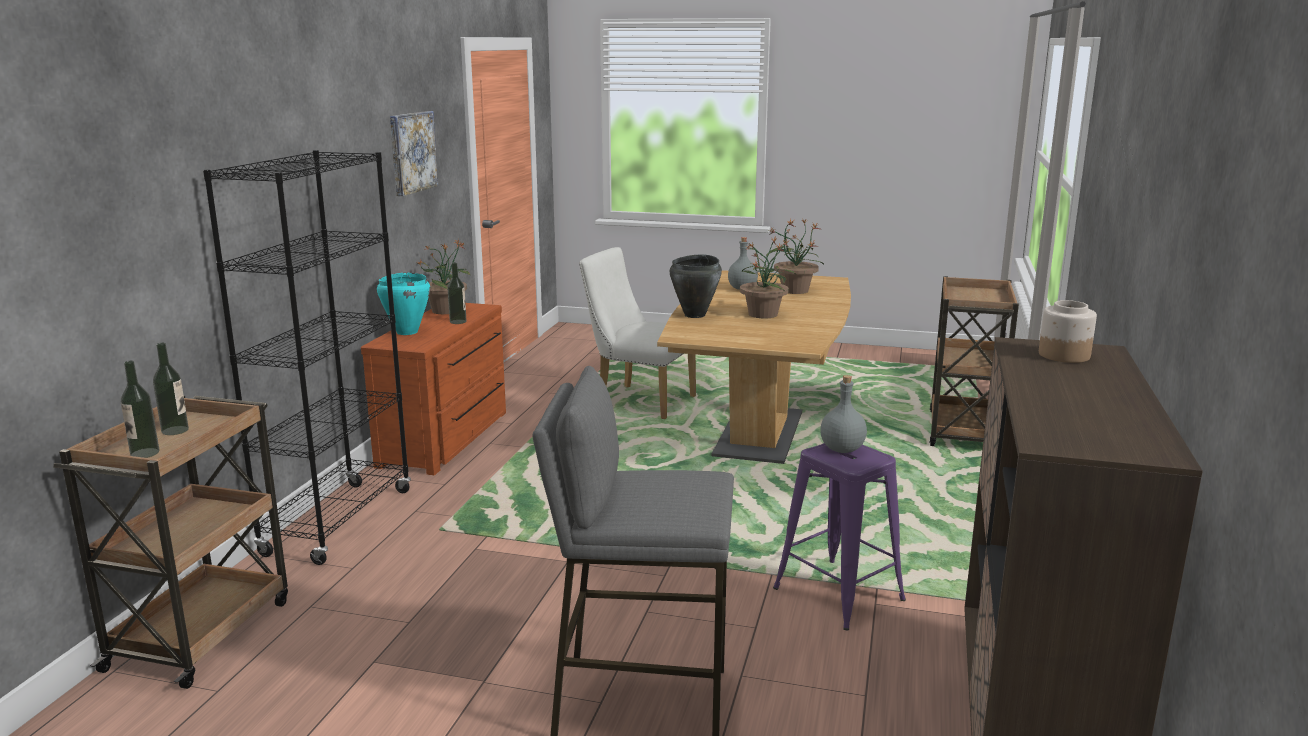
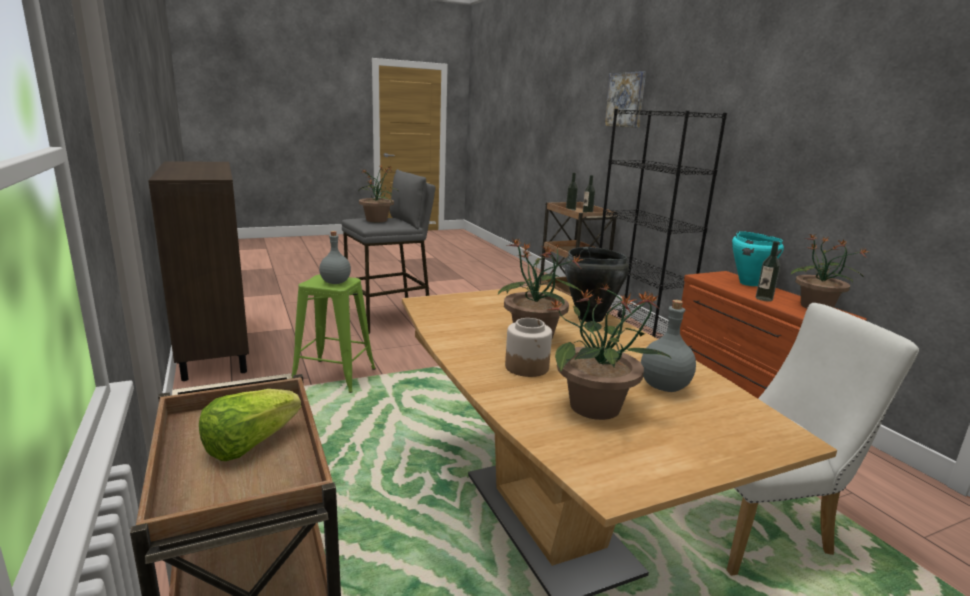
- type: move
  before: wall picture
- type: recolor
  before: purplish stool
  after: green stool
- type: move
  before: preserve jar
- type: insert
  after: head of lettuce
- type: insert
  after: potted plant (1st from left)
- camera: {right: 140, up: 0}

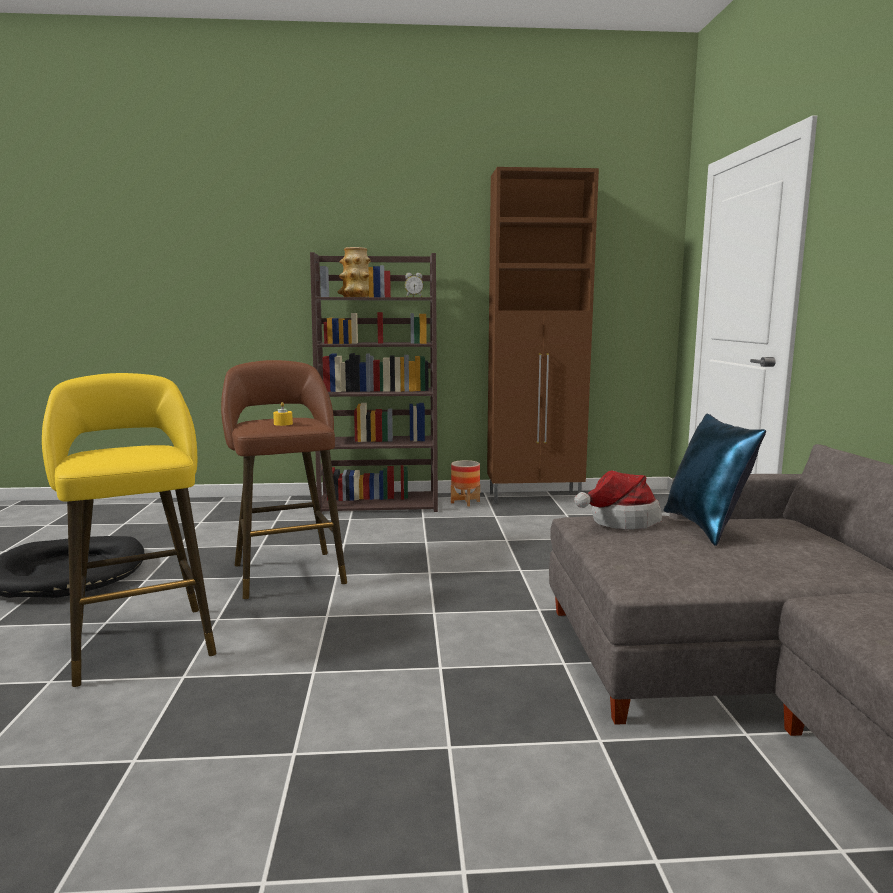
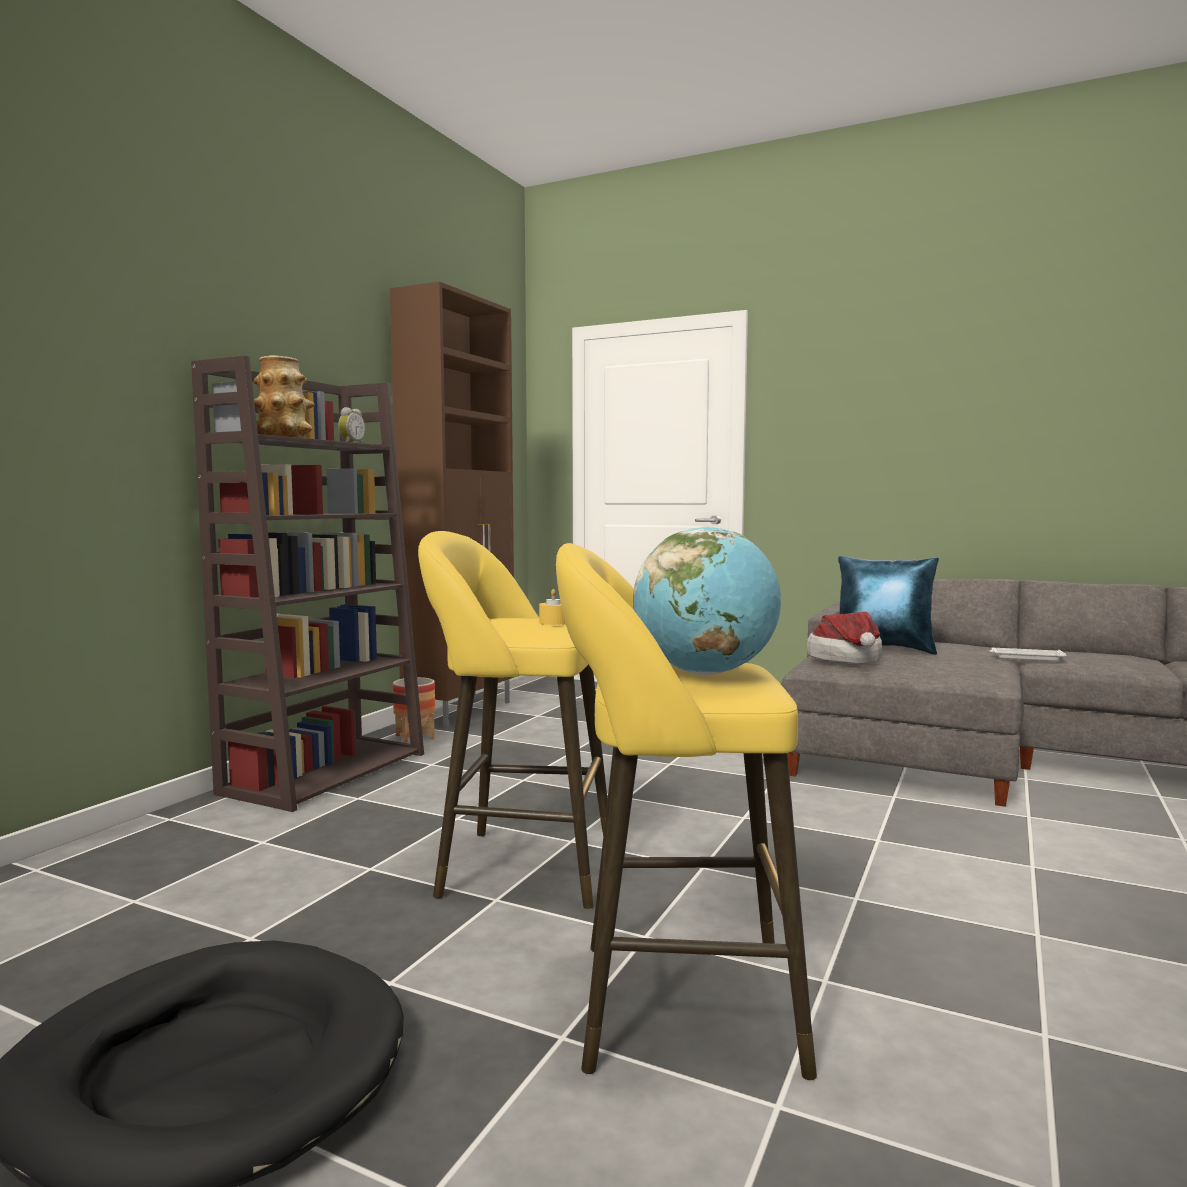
- type: recolor
  before: brown-coloured stool
  after: yellow stool (1st from left)
- type: insert
  after: world globe
- type: insert
  after: white-coloured tray
- camera: {right: -60, up: -5}

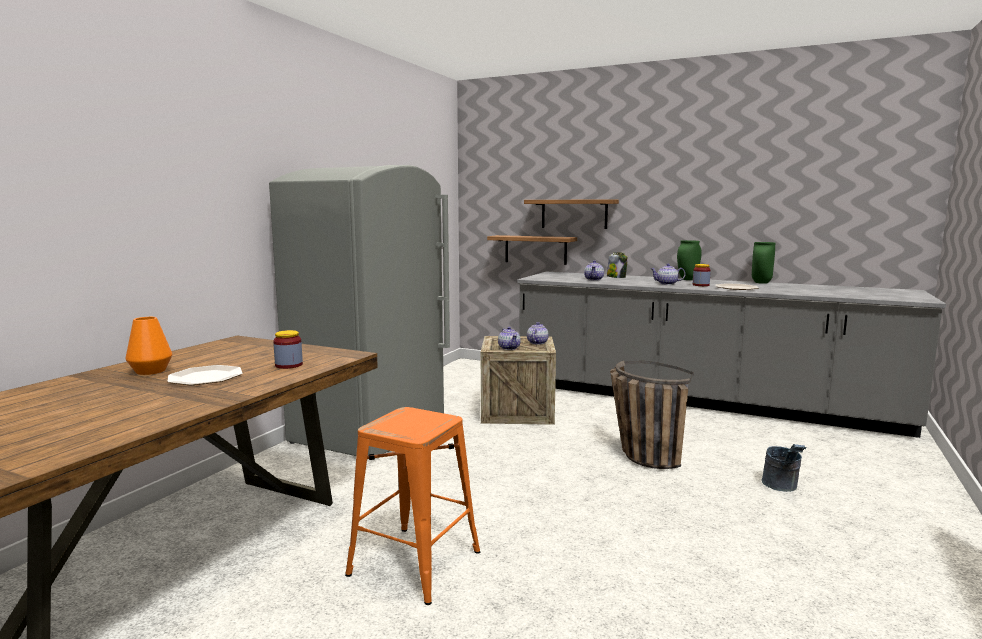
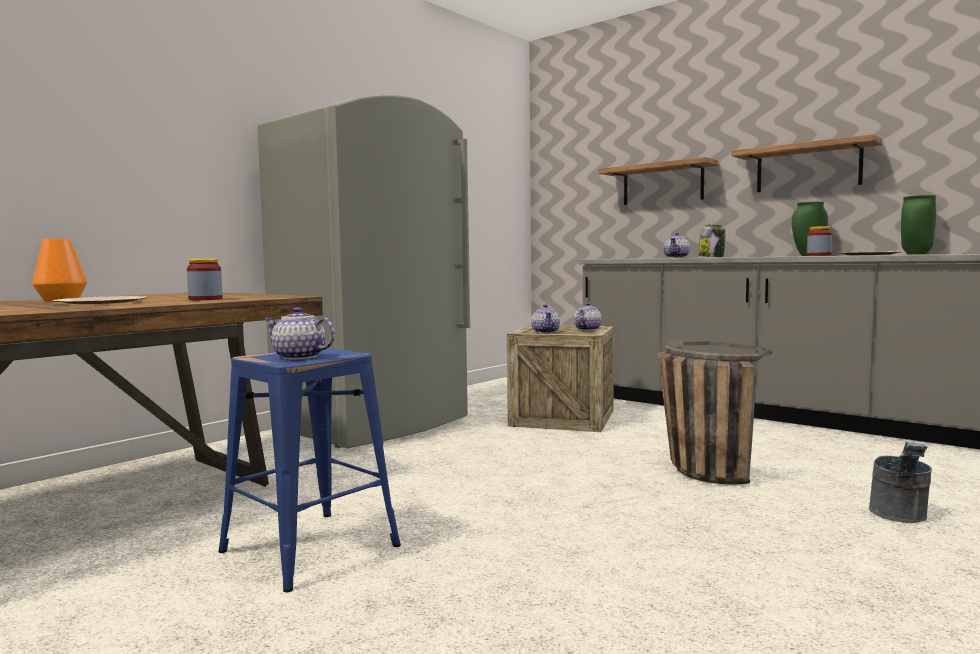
- type: recolor
  before: orangey stool
  after: bluish stool
- type: move
  before: shelf (1st from left in the first image)
  after: shelf (2nd from left)
- type: move
  before: teapot (4th from left in the first image)
  after: teapot (1st from left)
- camera: {right: 15, up: -5}

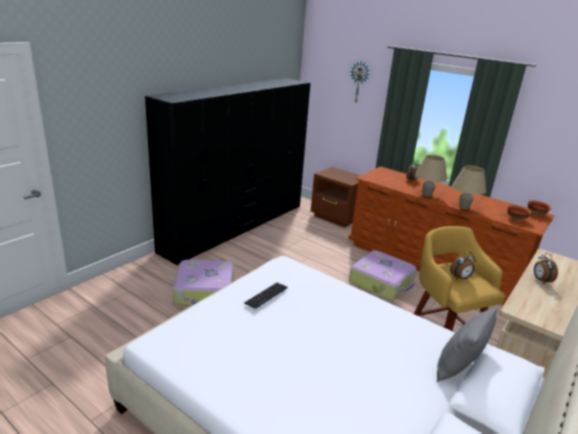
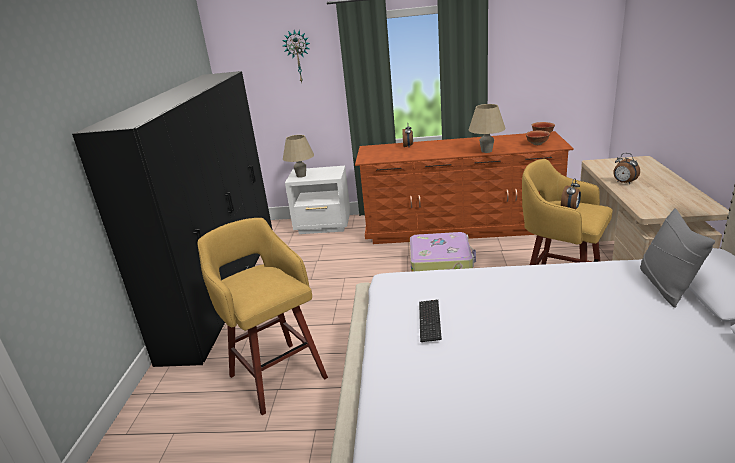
- type: replace
  before: piece of luggage (1st from left)
  after: yellow stool (1st from left)
- type: recolor
  before: brown-coloured bedside table
  after: white-coloured bedside table
- type: move
  before: beige-coloured table lamp (1st from left)
- camera: {right: -30, up: 0}

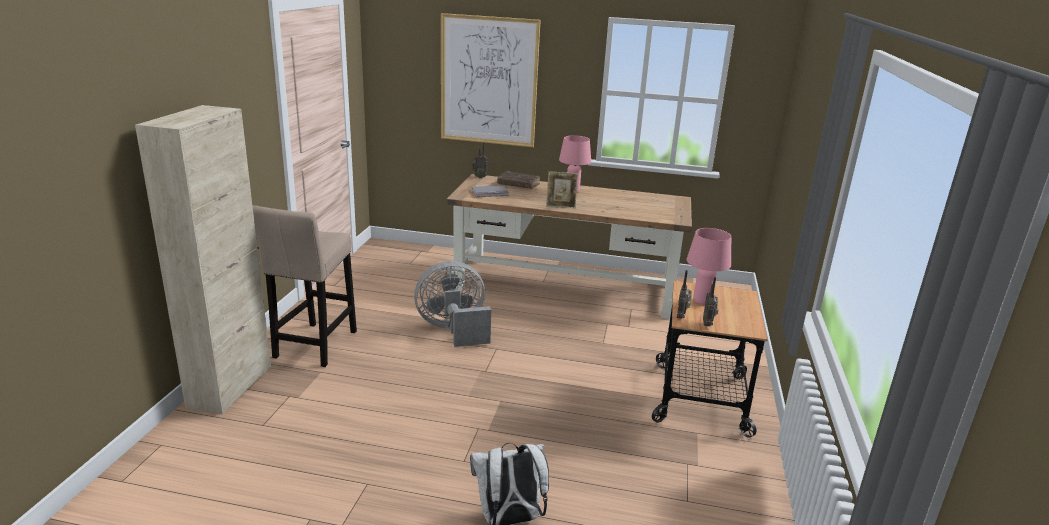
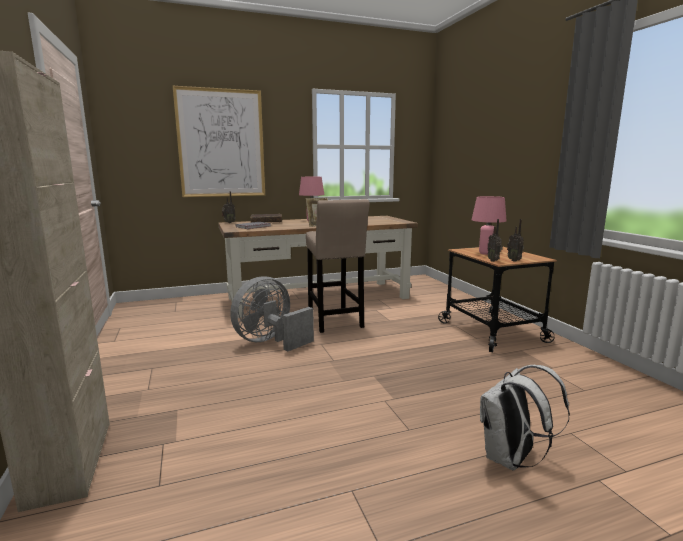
- type: move
  before: beige-coloured stool
- camera: {right: -30, up: -10}

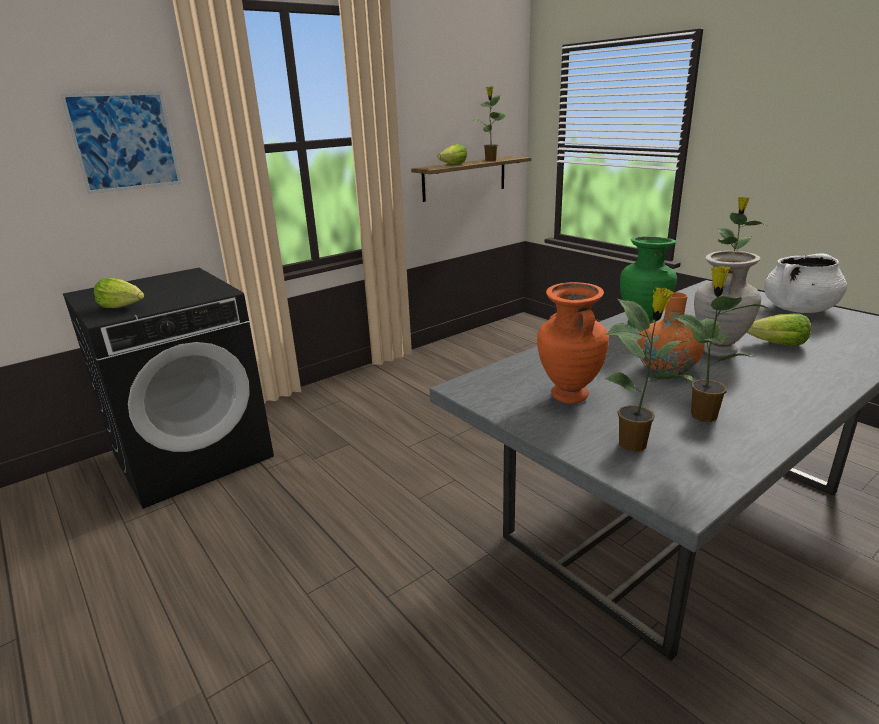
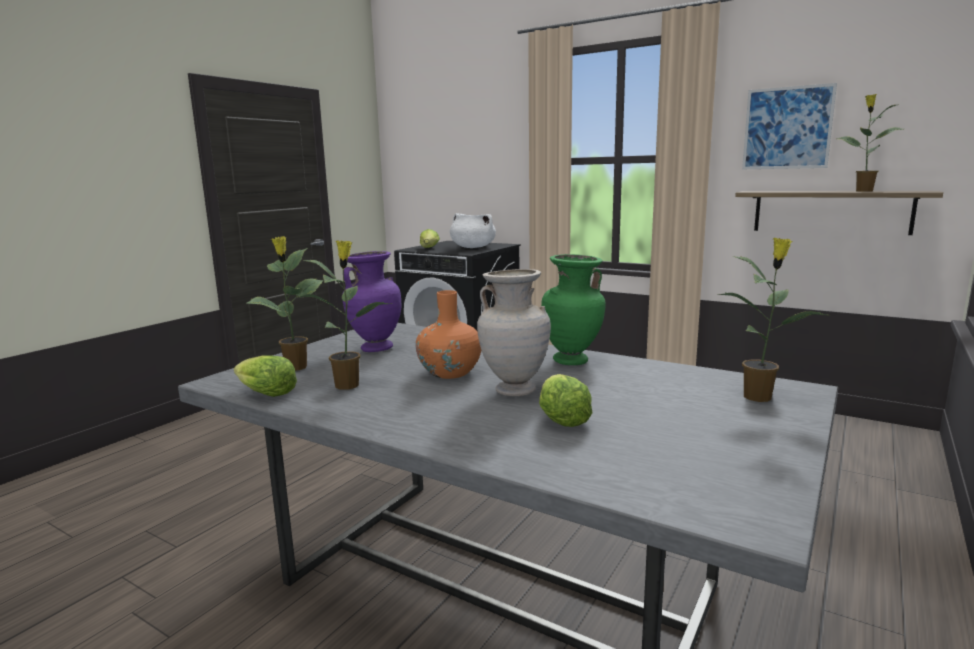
- type: move
  before: wall picture
- type: move
  before: head of lettuce (2nd from left in the first image)
  after: head of lettuce (1st from left)
- type: recolor
  before: orangey decorative vase (1st from left)
  after: purplish decorative vase
- type: move
  before: white-coloured stockpot
- camera: {right: 70, up: -10}

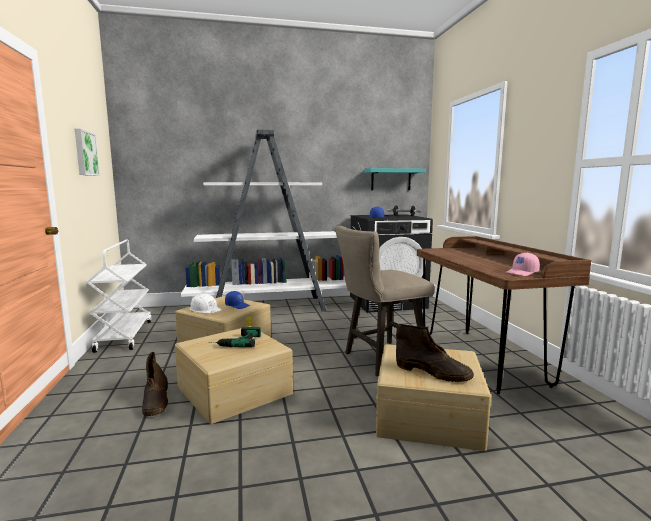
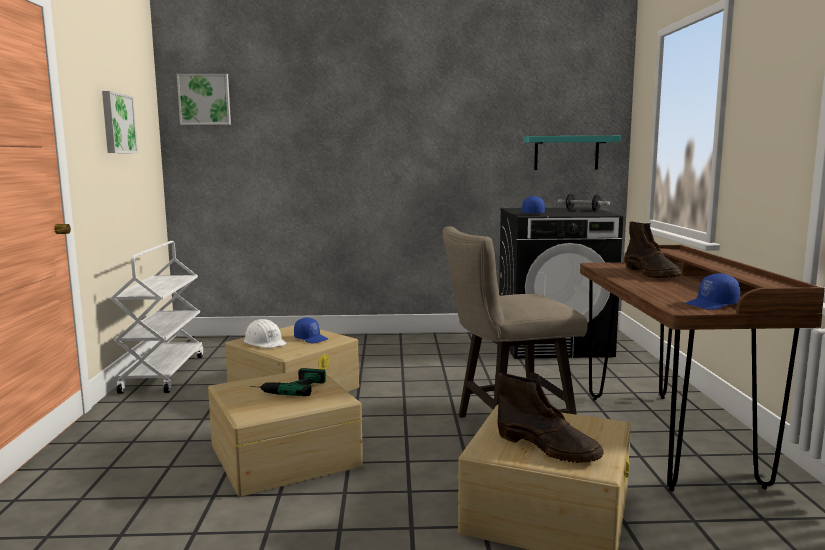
- type: move
  before: brown-coloured high-top boot (1st from left in the first image)
  after: brown-coloured high-top boot (2nd from left)
- type: delete
  before: white-coloured bookshelf
- type: recolor
  before: pink-coloured peaked cap
  after: bluish peaked cap (3rd from left)
- type: insert
  after: wall picture (2nd from left)
- camera: {right: 10, up: 0}

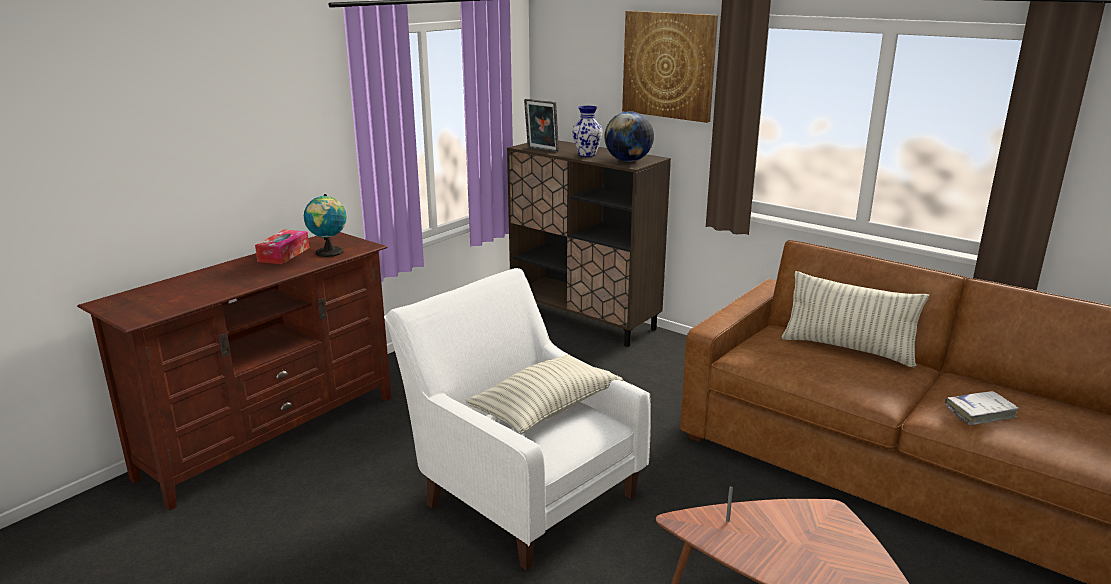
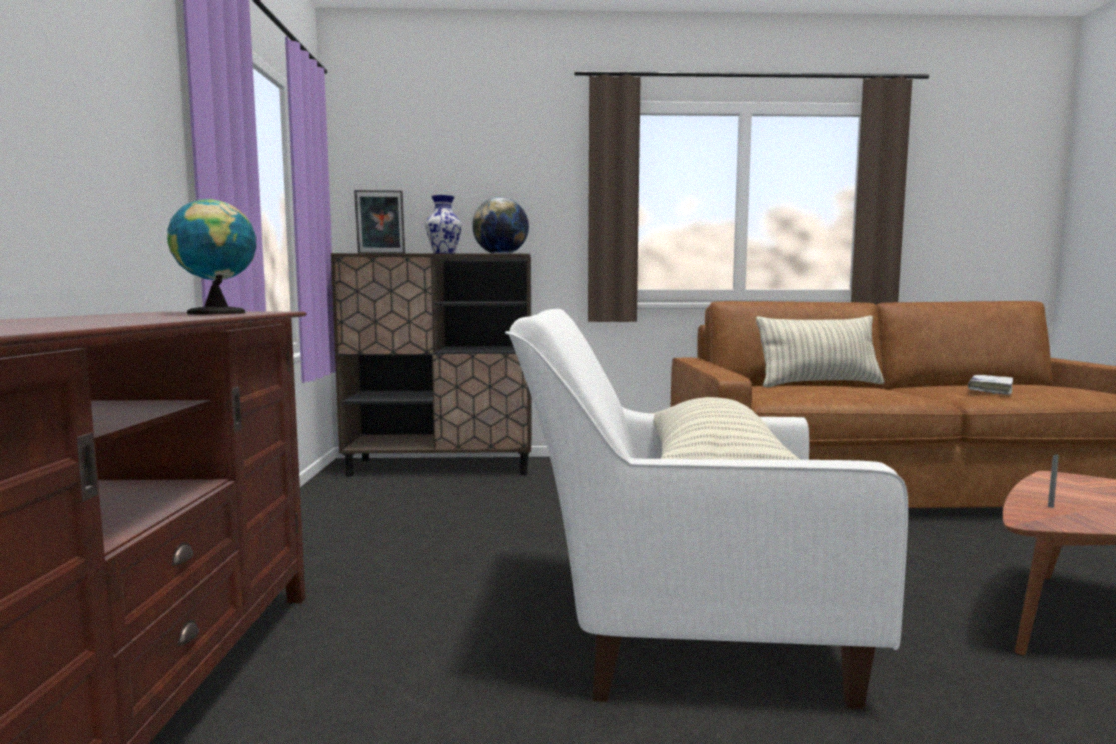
- type: delete
  before: tissue holder
- type: delete
  before: wall picture
- camera: {right: -40, up: -15}

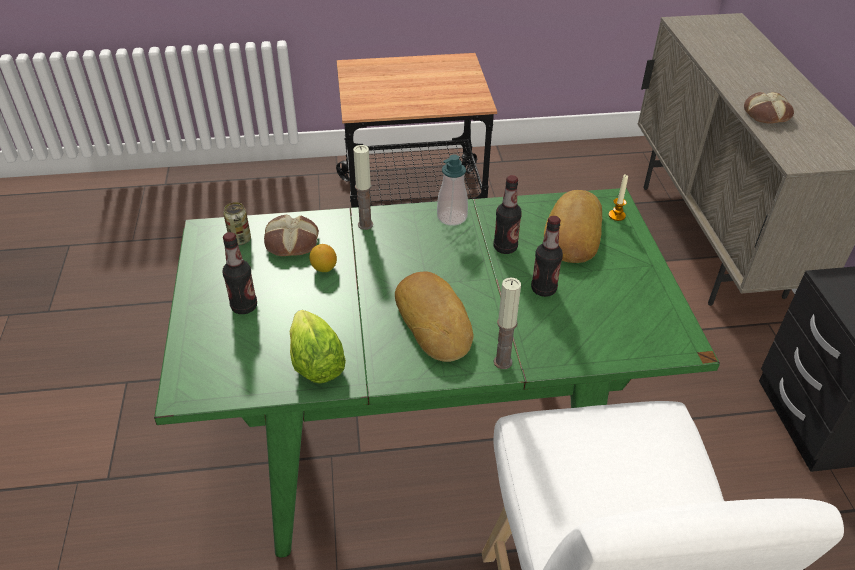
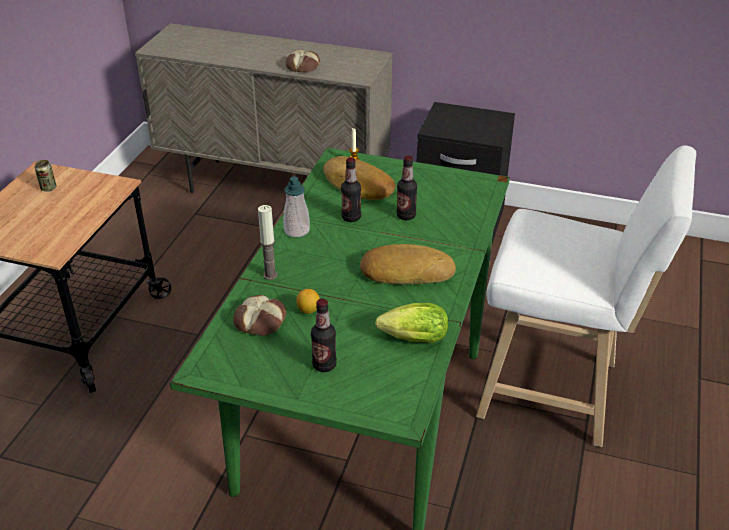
- type: move
  before: can
- type: delete
  before: wax light (2nd from left)
- camera: {right: -65, up: -5}

